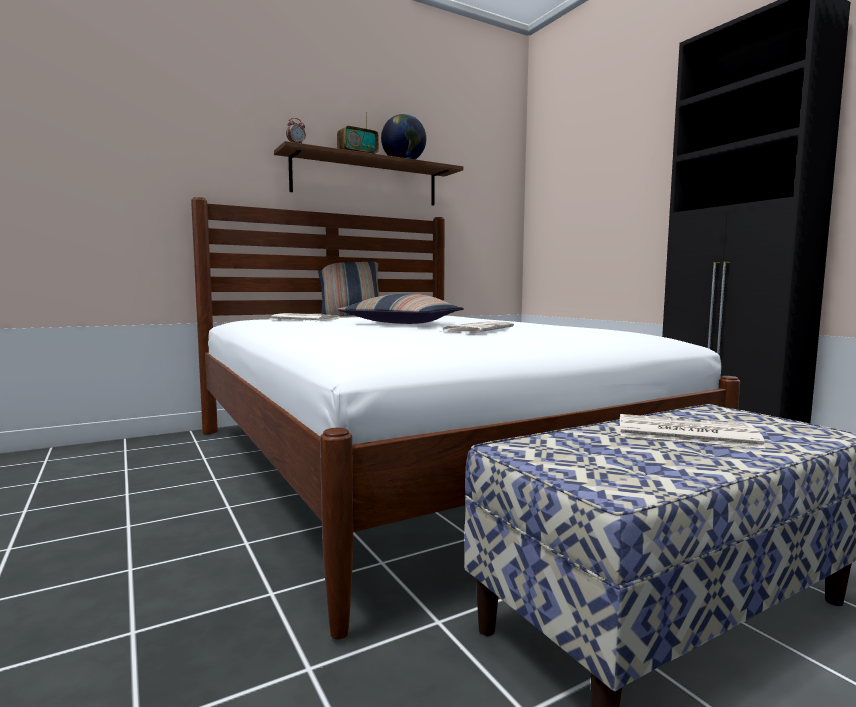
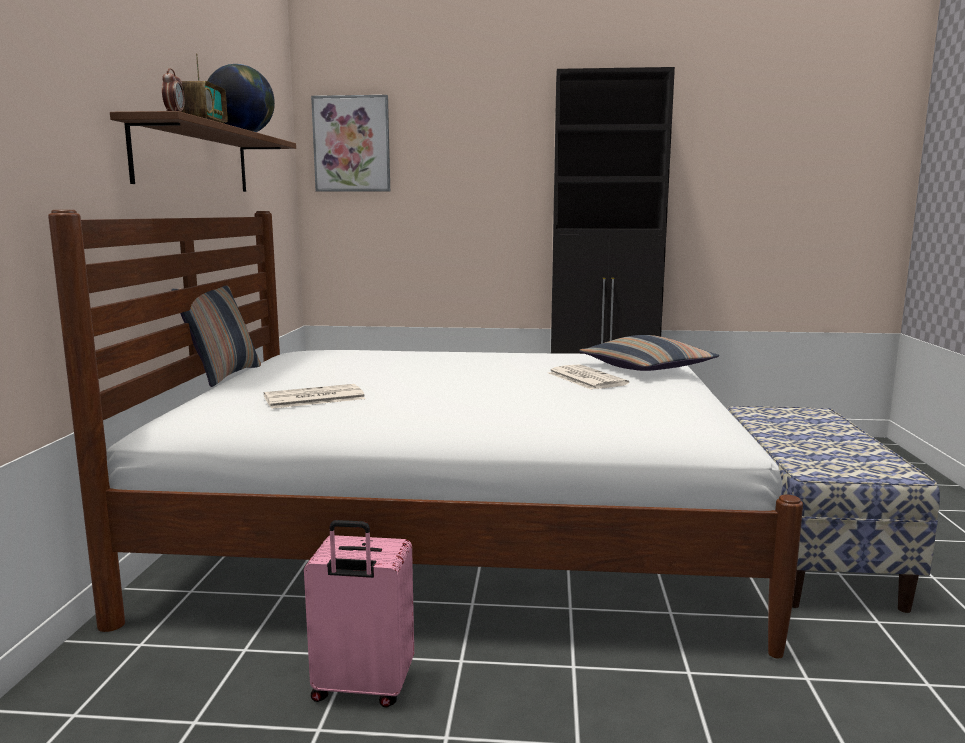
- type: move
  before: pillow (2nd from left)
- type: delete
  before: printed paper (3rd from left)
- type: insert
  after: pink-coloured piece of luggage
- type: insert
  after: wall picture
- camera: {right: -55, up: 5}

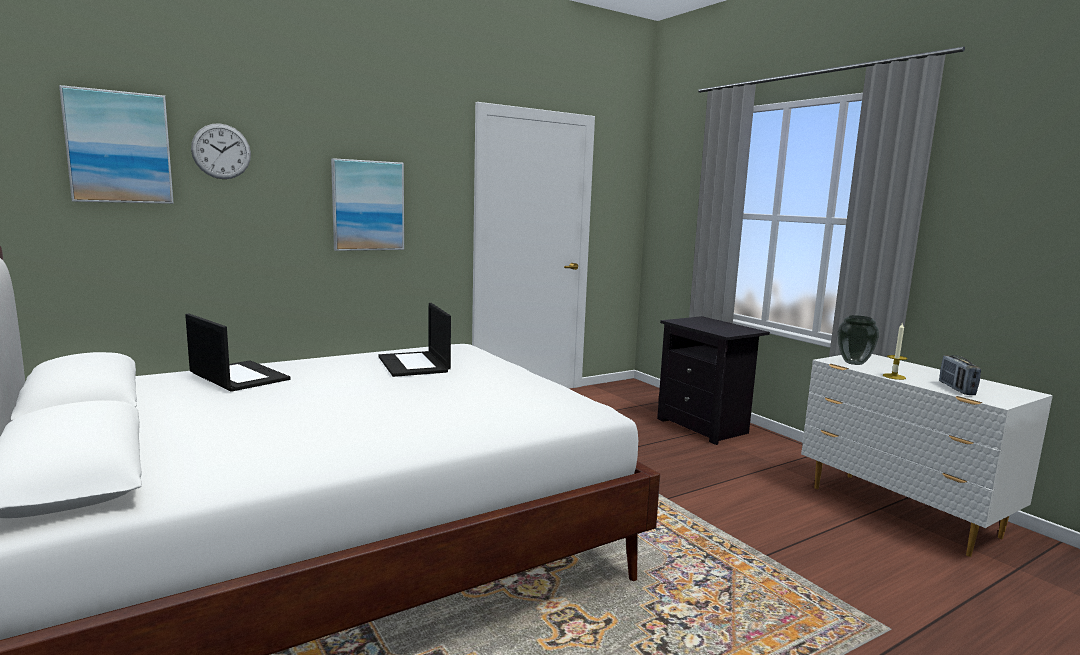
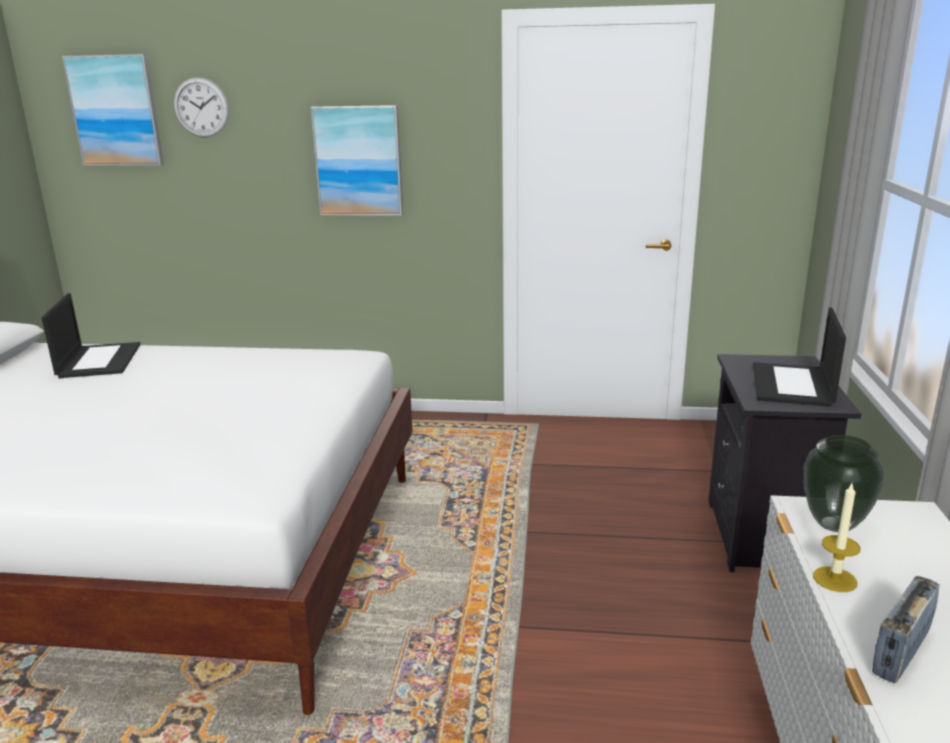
- type: move
  before: portable computer (2nd from left)
- camera: {right: 40, up: 10}

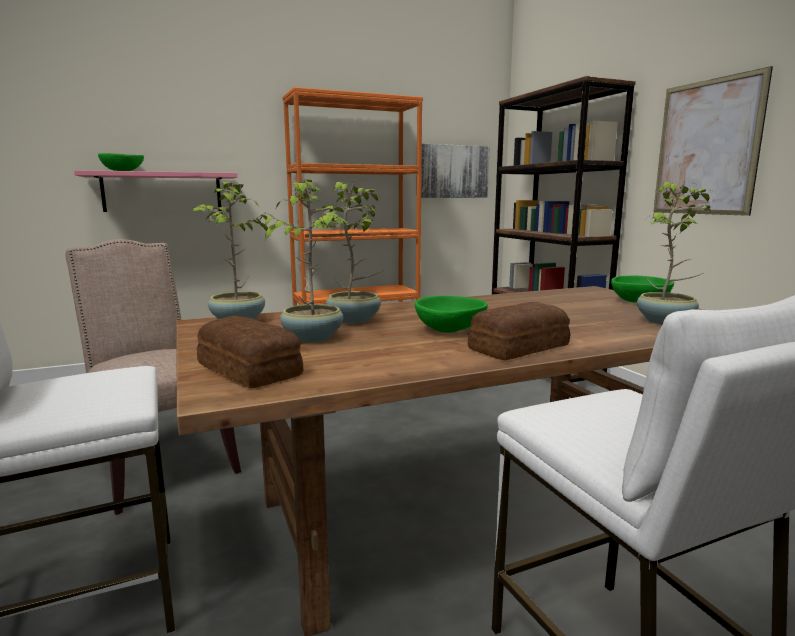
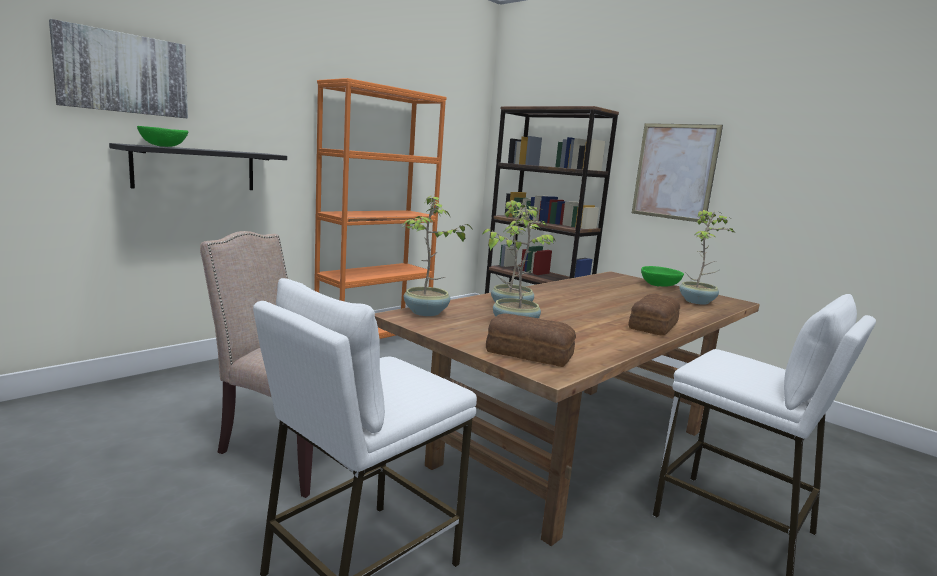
- type: recolor
  before: pink-coloured shelf
  after: black-coloured shelf
- type: delete
  before: green serving bowl (2nd from left)
- type: move
  before: wall picture (1st from left)
- camera: {right: -25, up: 0}

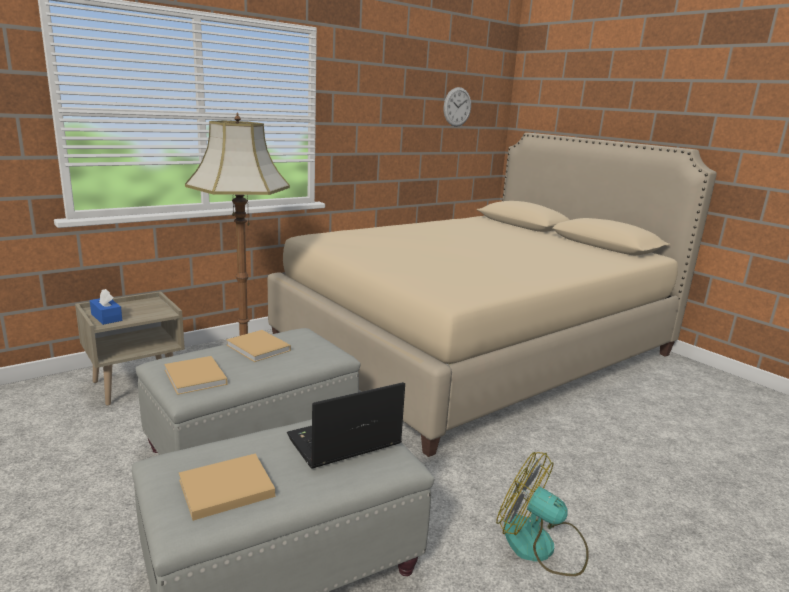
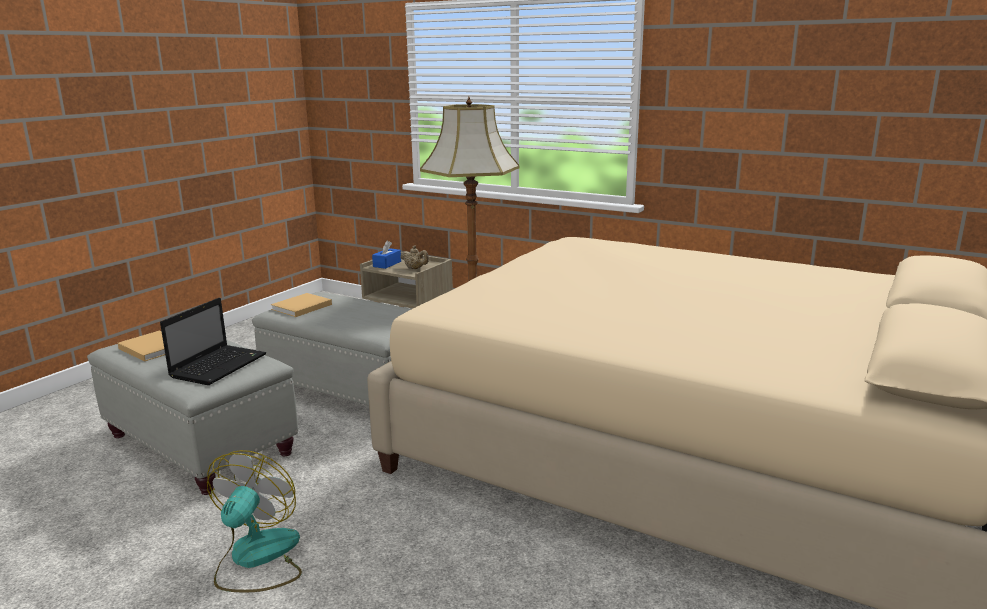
- type: delete
  before: beige-coloured bound book (3rd from left)
- type: rotate
  before: portable computer
  turn: 75
- type: delete
  before: clock on the wall
- type: insert
  after: beige-coloured teapot
- camera: {right: 70, up: 0}

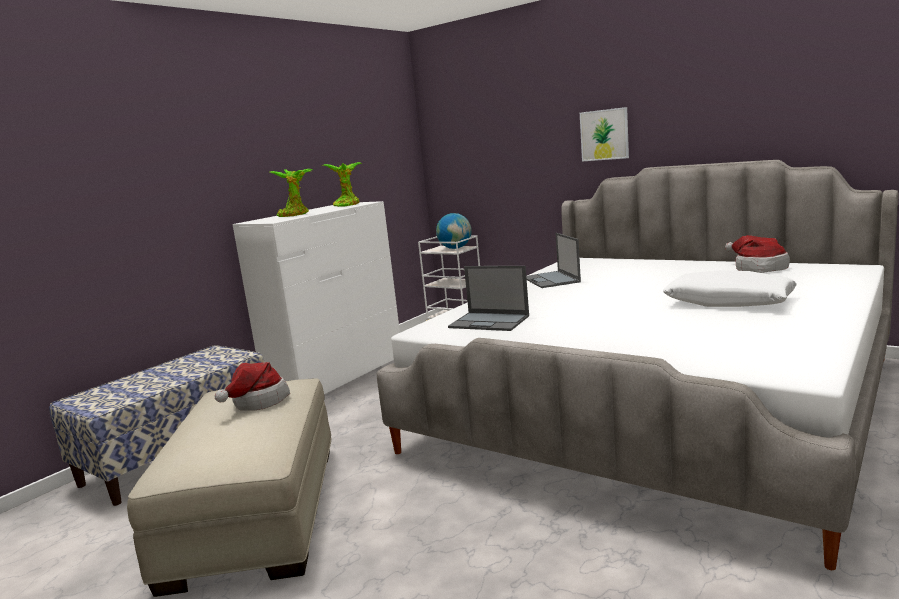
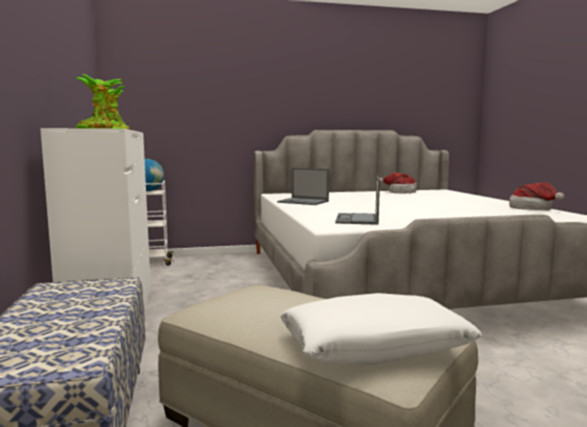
- type: move
  before: clothing hat (1st from left in the first image)
  after: clothing hat (2nd from left)
- type: rotate
  before: portable computer (1st from left in the first image)
  turn: 120
- type: delete
  before: wall picture
- type: move
  before: white-coloured pillow
- camera: {right: -50, up: -5}

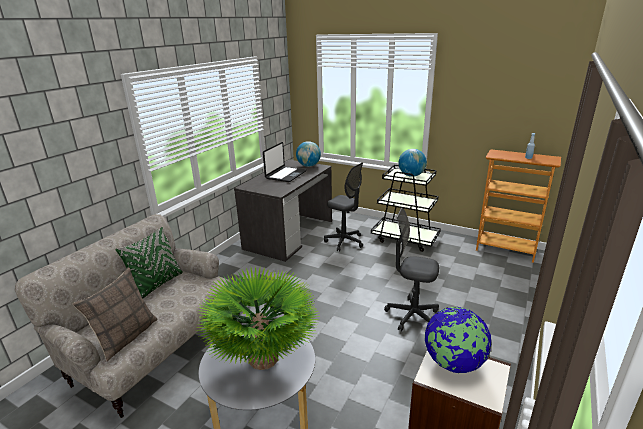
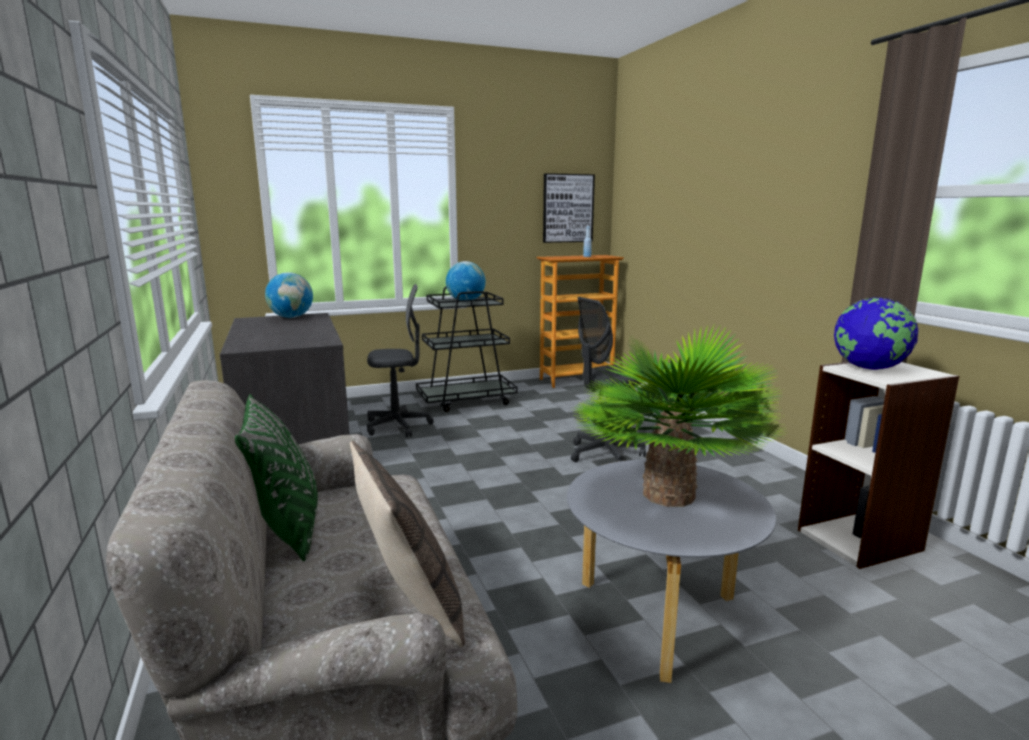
- type: delete
  before: portable computer
- type: insert
  after: wall picture
- camera: {right: -50, up: -10}

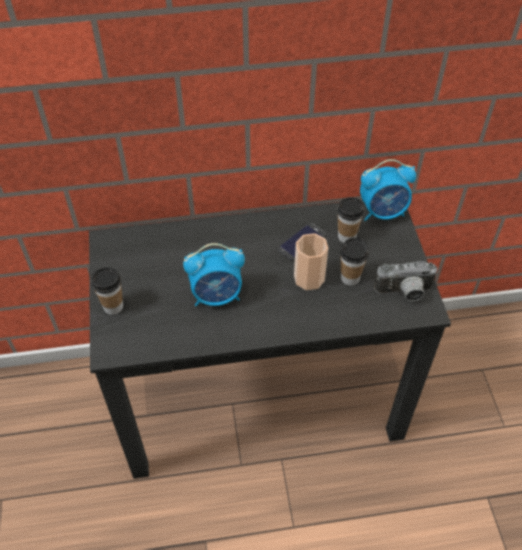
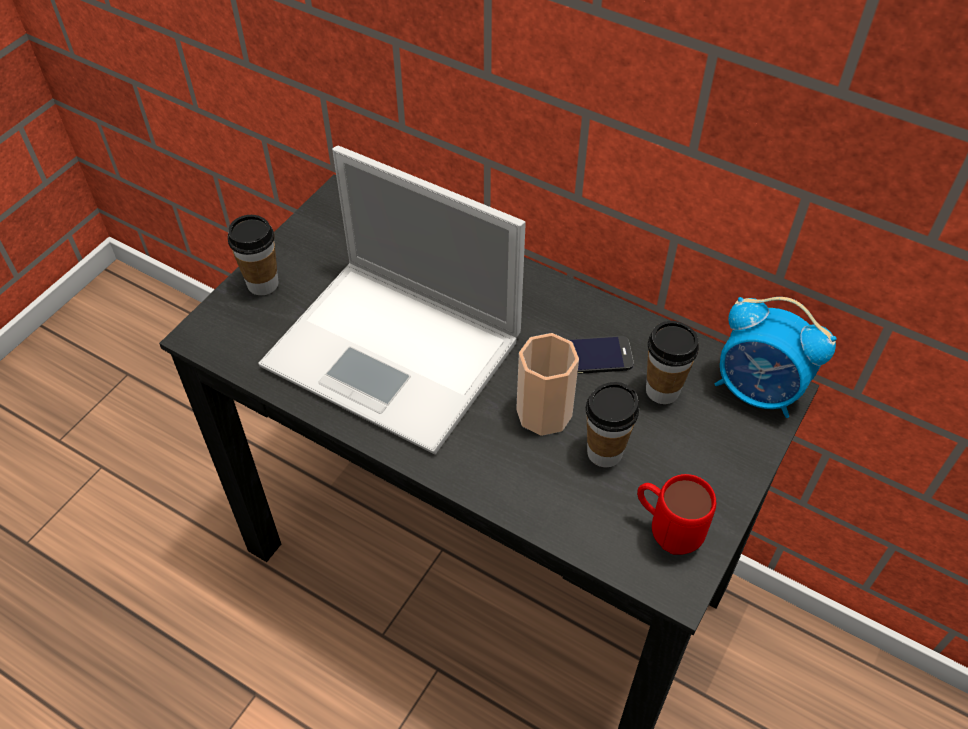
- type: replace
  before: bedside clock (1st from left)
  after: portable computer
- type: replace
  before: still camera
  after: reddish coffee mug
- camera: {right: 40, up: 0}

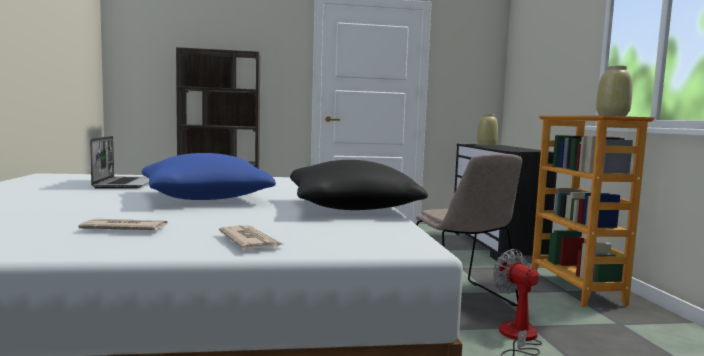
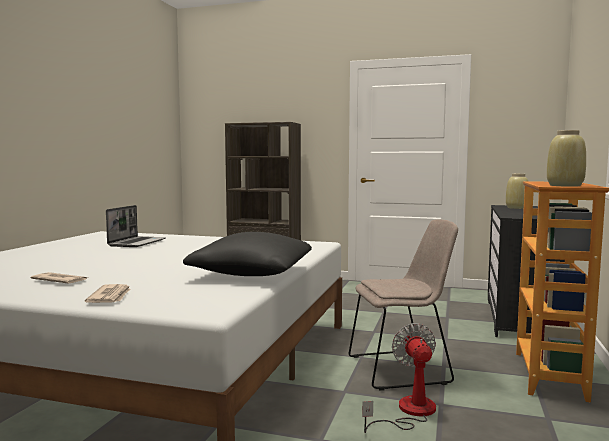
- type: delete
  before: bluish pillow
- type: rotate
  before: beige-coloured chair
  turn: -105
- camera: {right: 25, up: 0}

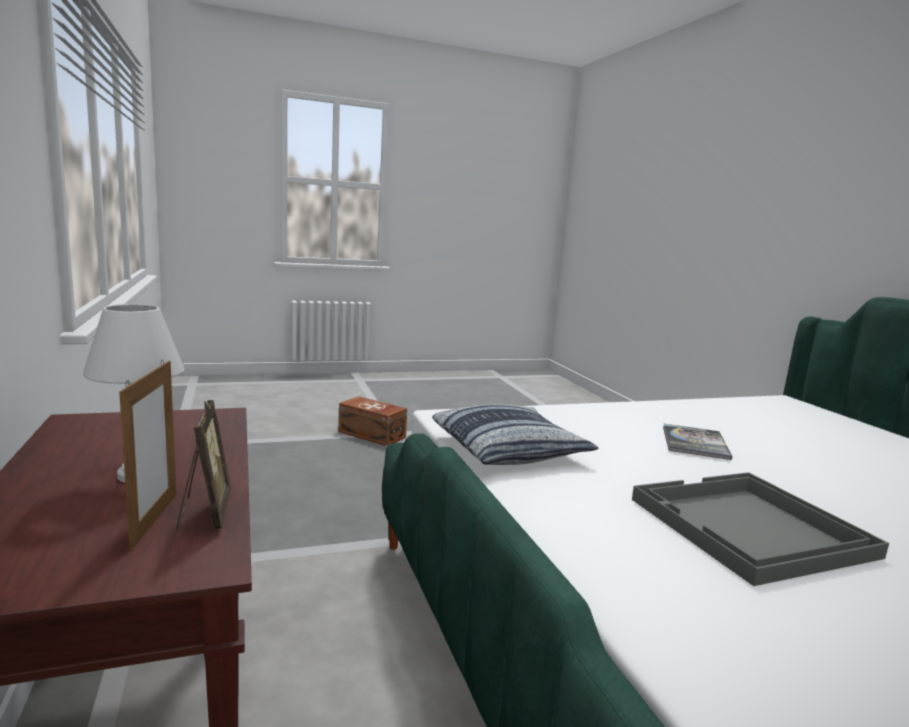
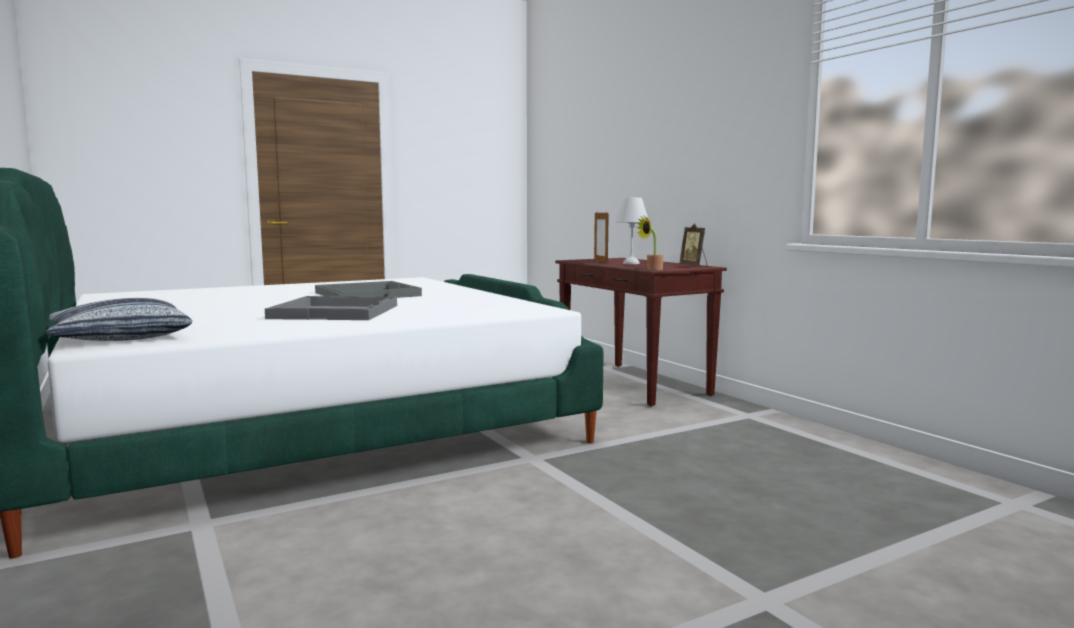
- type: move
  before: standing frame (2nd from left)
- type: delete
  before: brown-coloured storage bin
- type: move
  before: pillow
- type: replace
  before: bound book
  after: grey tray (1st from left)
- type: insert
  after: potted plant
- camera: {right: 170, up: -5}

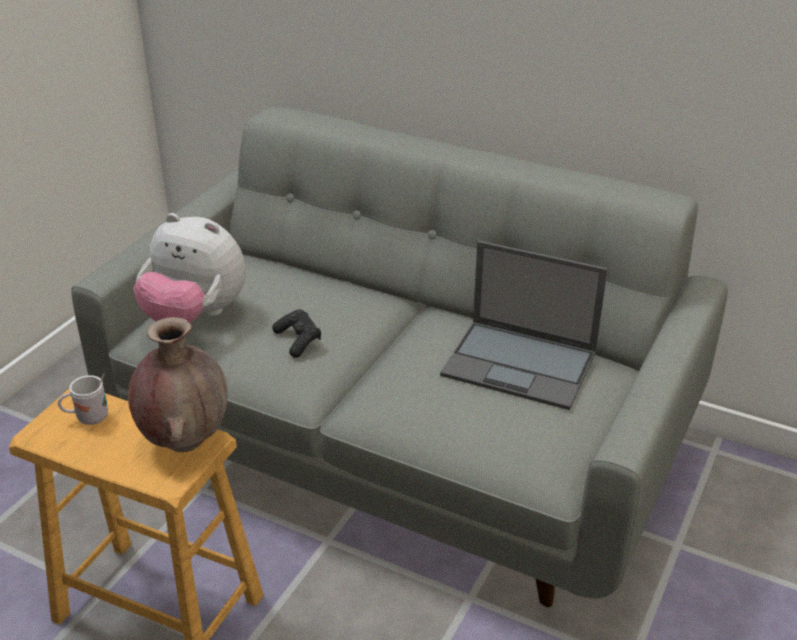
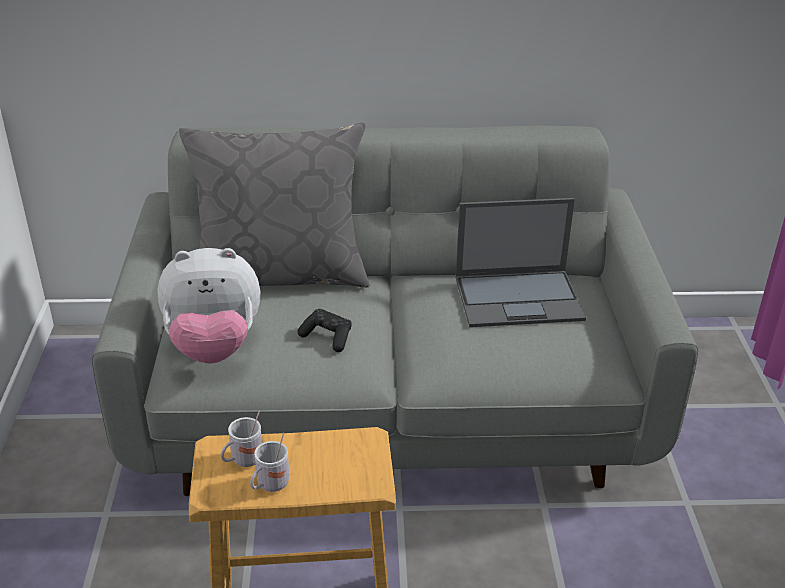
- type: delete
  before: brown-coloured decorative vase
- type: insert
  after: grey pillow
- type: insert
  after: white-coloured coffee mug (2nd from left)
- camera: {right: -30, up: 0}

